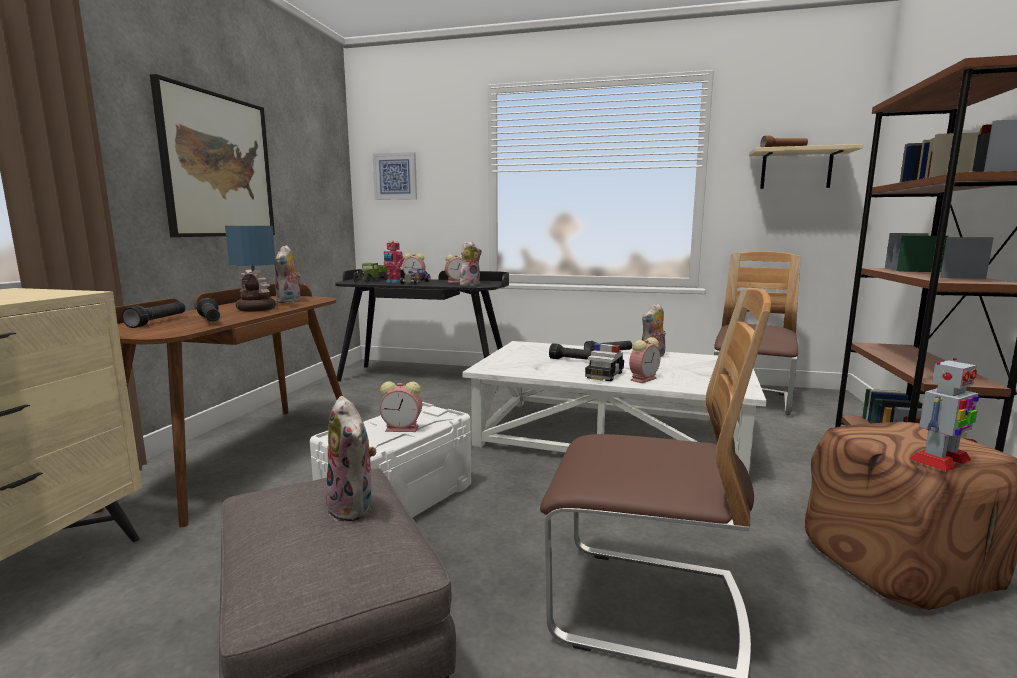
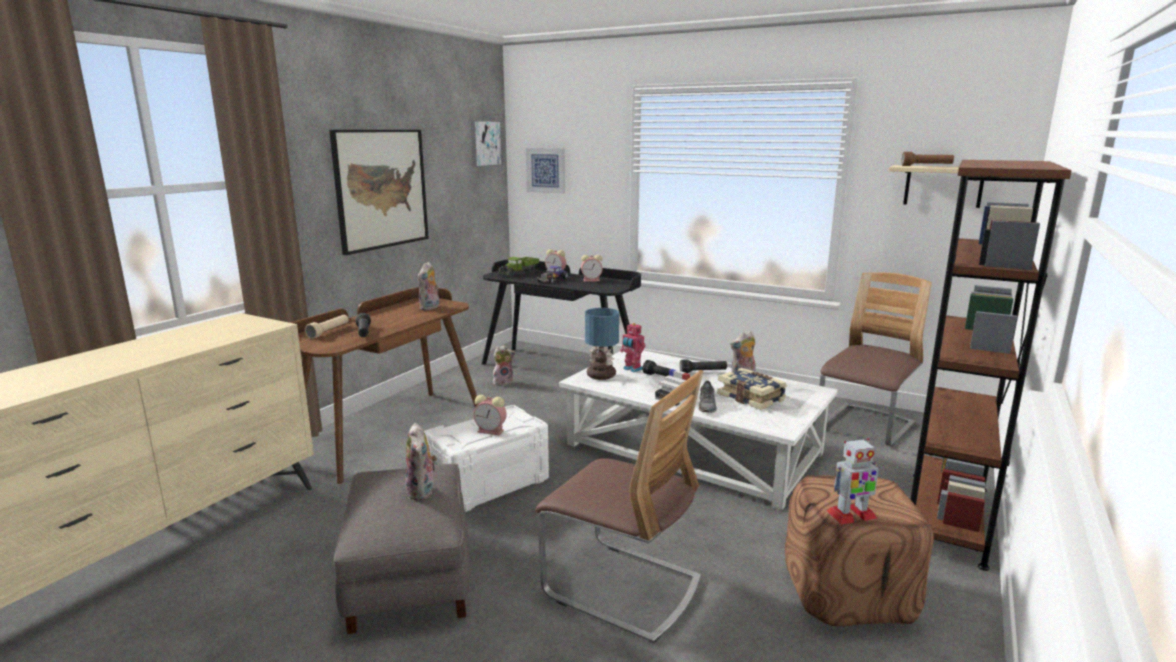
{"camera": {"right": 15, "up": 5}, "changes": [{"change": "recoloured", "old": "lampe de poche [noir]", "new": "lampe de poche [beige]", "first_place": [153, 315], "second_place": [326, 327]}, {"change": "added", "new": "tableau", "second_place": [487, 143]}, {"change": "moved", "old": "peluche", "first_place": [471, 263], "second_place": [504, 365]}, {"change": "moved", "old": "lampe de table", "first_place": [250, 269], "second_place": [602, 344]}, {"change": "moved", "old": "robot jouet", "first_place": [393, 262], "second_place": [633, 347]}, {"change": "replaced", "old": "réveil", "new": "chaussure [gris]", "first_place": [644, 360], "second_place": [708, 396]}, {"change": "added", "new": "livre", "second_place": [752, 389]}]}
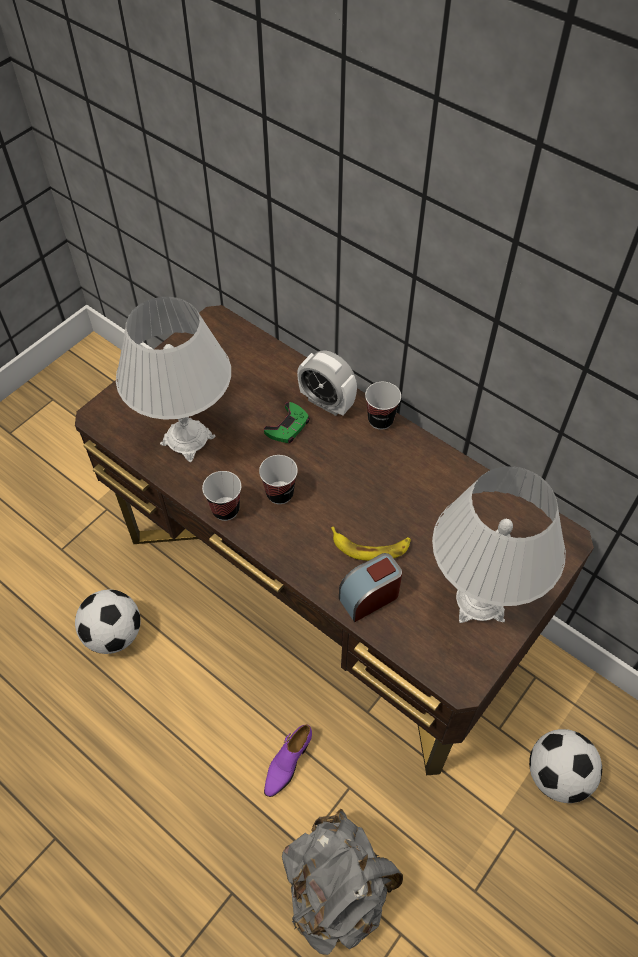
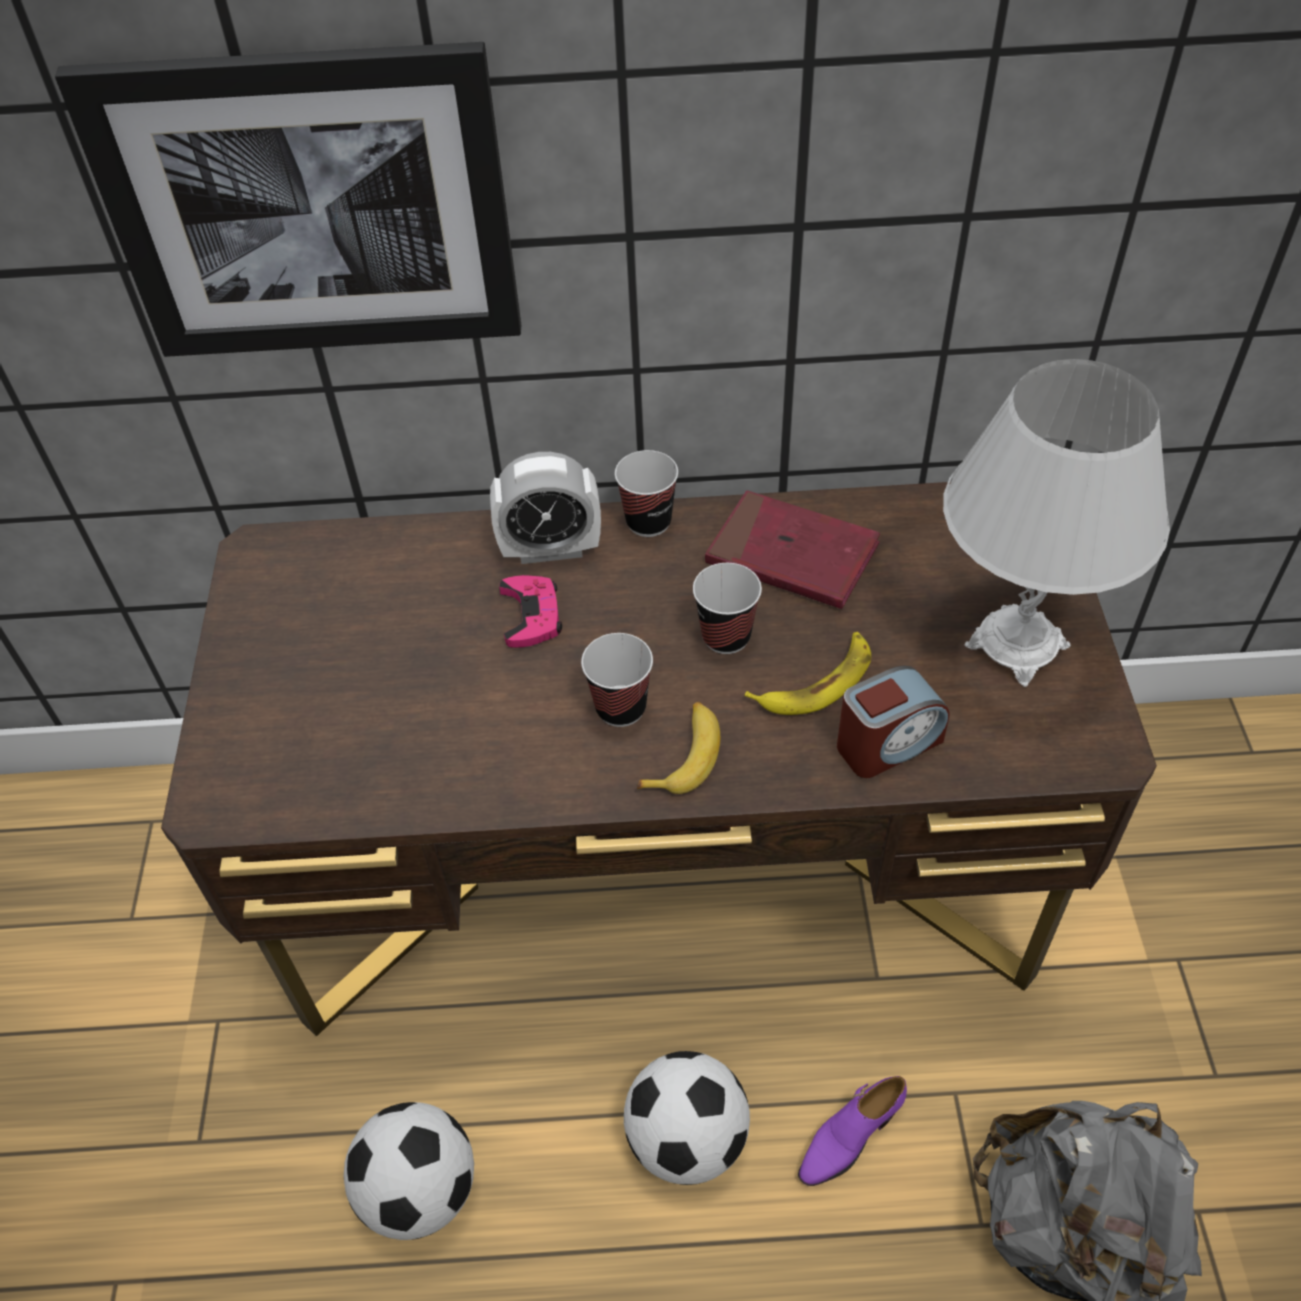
{"camera": {"right": -40, "up": -5}, "changes": [{"change": "added", "new": "tableau", "second_place": [288, 199]}, {"change": "recoloured", "old": "manette [vert]", "new": "manette [rose]", "first_place": [287, 422], "second_place": [530, 611]}, {"change": "moved", "old": "ballon de foot", "first_place": [565, 766], "second_place": [687, 1118]}, {"change": "added", "new": "banane", "second_place": [678, 748]}, {"change": "moved", "old": "tasse", "first_place": [221, 496], "second_place": [727, 608]}, {"change": "added", "new": "livre [rouge]", "second_place": [792, 549]}, {"change": "turned", "old": "chaussure [violet]", "first_place": [288, 760], "second_place": [852, 1131], "degrees": 60}, {"change": "turned", "old": "réveil", "first_place": [370, 587], "second_place": [893, 722], "degrees": -135}, {"change": "removed", "old": "lampe de table [blanc]", "first_place": [173, 380]}]}
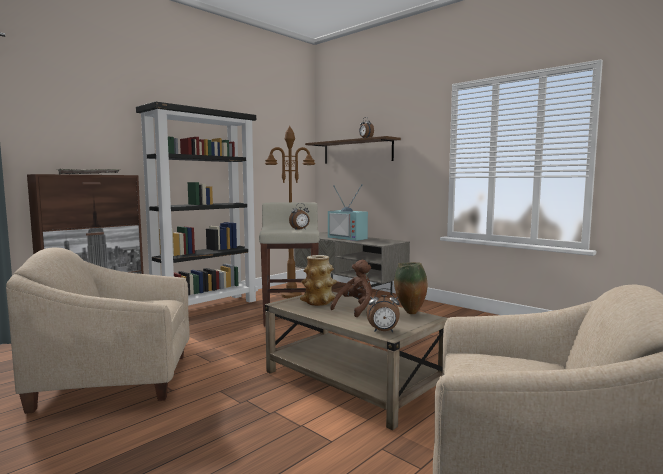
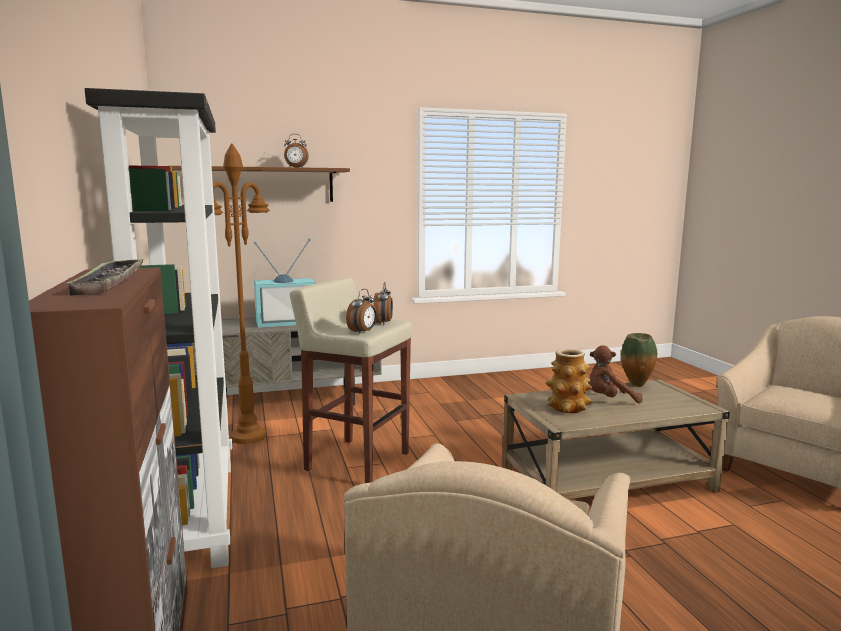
{"camera": {"right": -60, "up": 5}, "changes": [{"change": "moved", "old": "réveil", "first_place": [383, 310], "second_place": [361, 311]}, {"change": "turned", "old": "peluche [marron]", "first_place": [351, 288], "second_place": [615, 374], "degrees": -75}]}
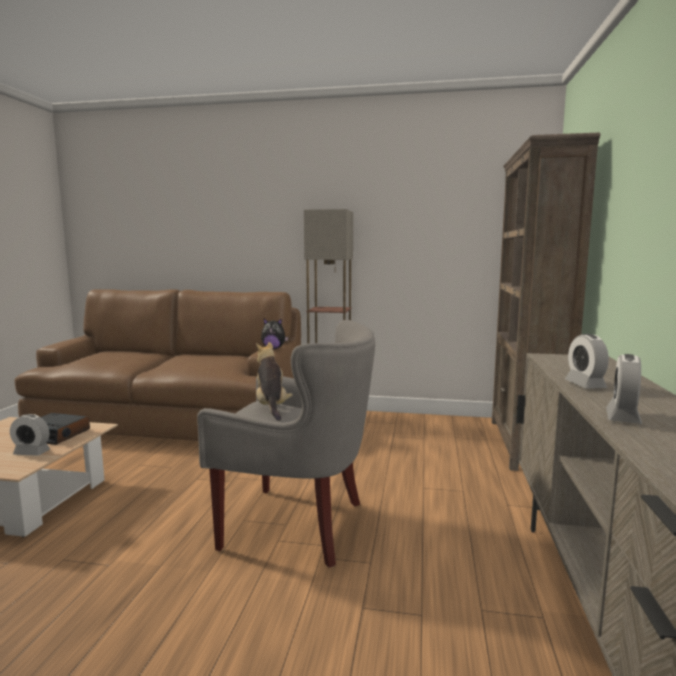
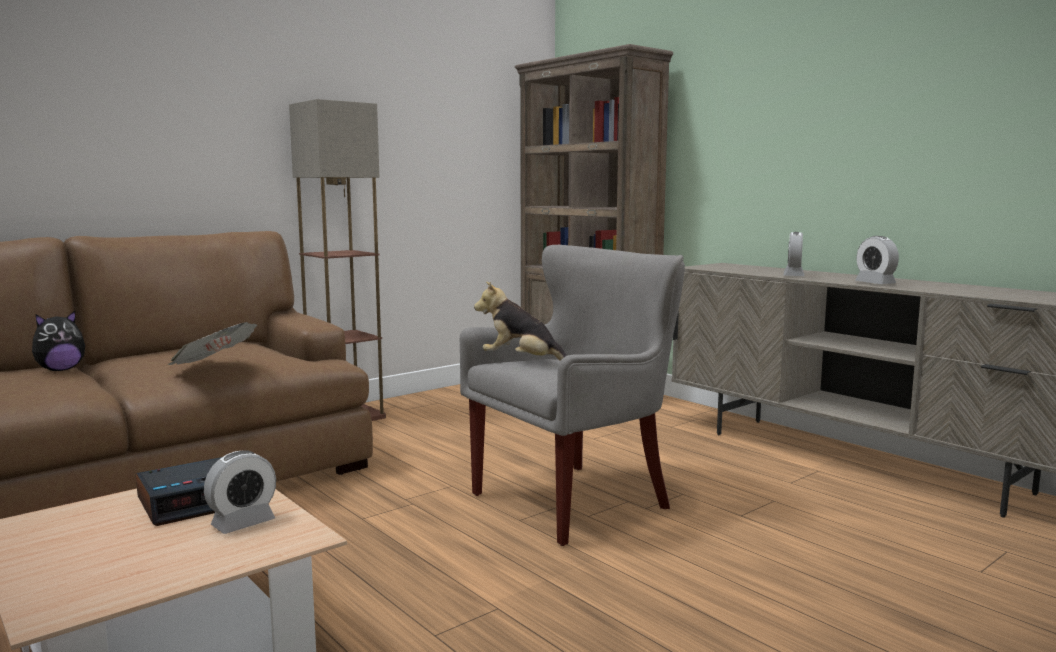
{"camera": {"right": -50, "up": 0}, "changes": [{"change": "moved", "old": "peluche", "first_place": [275, 333], "second_place": [58, 341]}, {"change": "added", "new": "journal", "second_place": [212, 343]}, {"change": "turned", "old": "réveil", "first_place": [587, 361], "second_place": [794, 254], "degrees": 75}]}
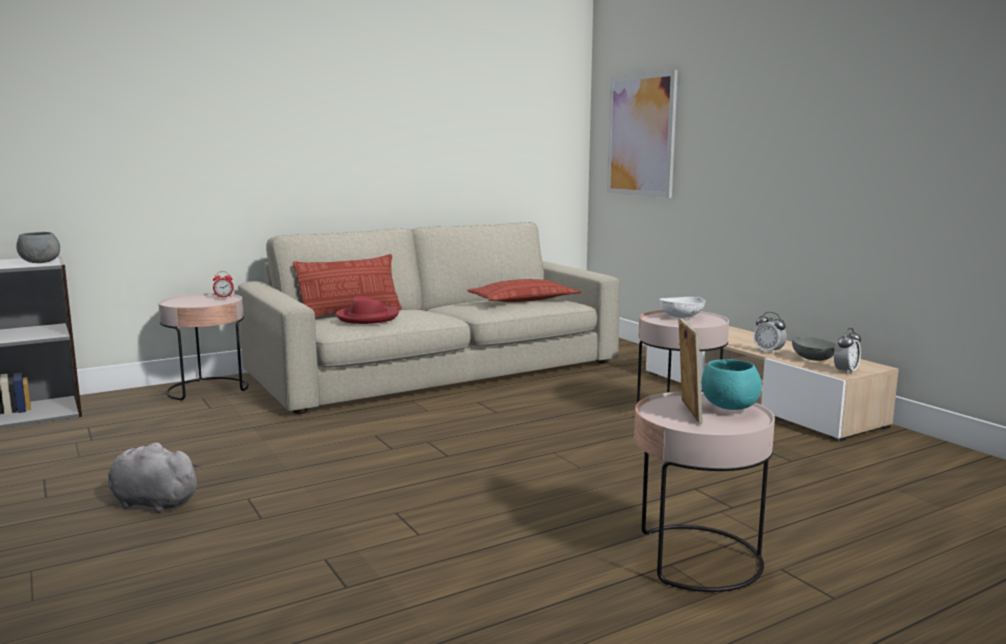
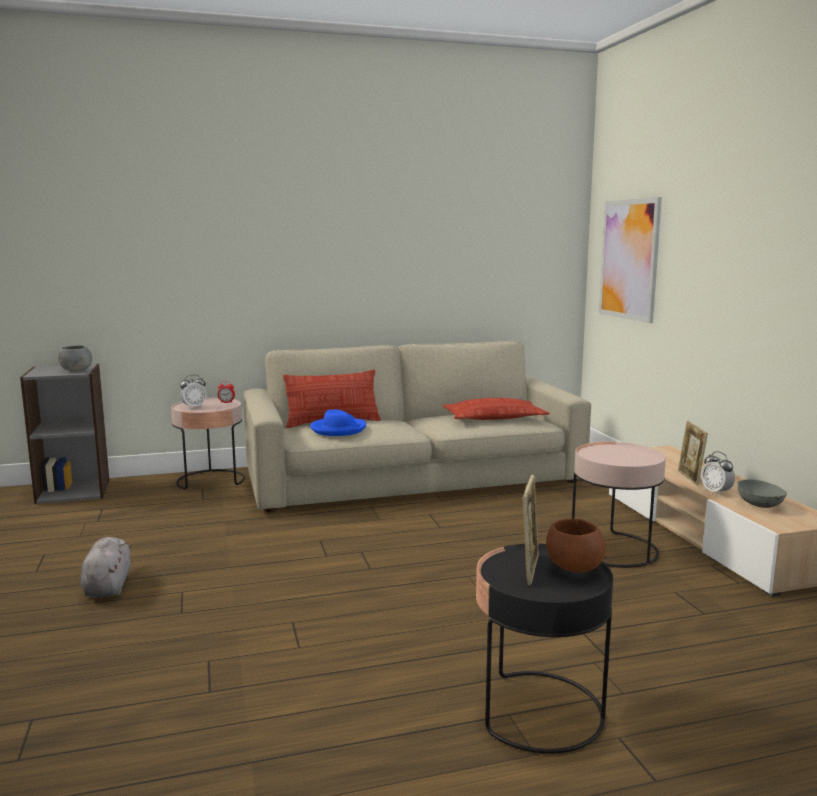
{"camera": {"right": 15, "up": 0}, "changes": [{"change": "turned", "old": "peluche [gris]", "first_place": [154, 478], "second_place": [105, 567], "degrees": 45}, {"change": "moved", "old": "réveil", "first_place": [847, 351], "second_place": [193, 392]}, {"change": "recoloured", "old": "chapeau [rouge]", "new": "chapeau [bleu]", "first_place": [367, 310], "second_place": [338, 422]}, {"change": "recoloured", "old": "table d'appoint [rose]", "new": "table d'appoint [noir]", "first_place": [704, 492], "second_place": [544, 649]}, {"change": "recoloured", "old": "bol [turquoise]", "new": "bol [marron]", "first_place": [732, 384], "second_place": [576, 546]}, {"change": "added", "new": "cadre photo", "second_place": [693, 453]}, {"change": "removed", "old": "bol [blanc]", "first_place": [682, 307]}]}
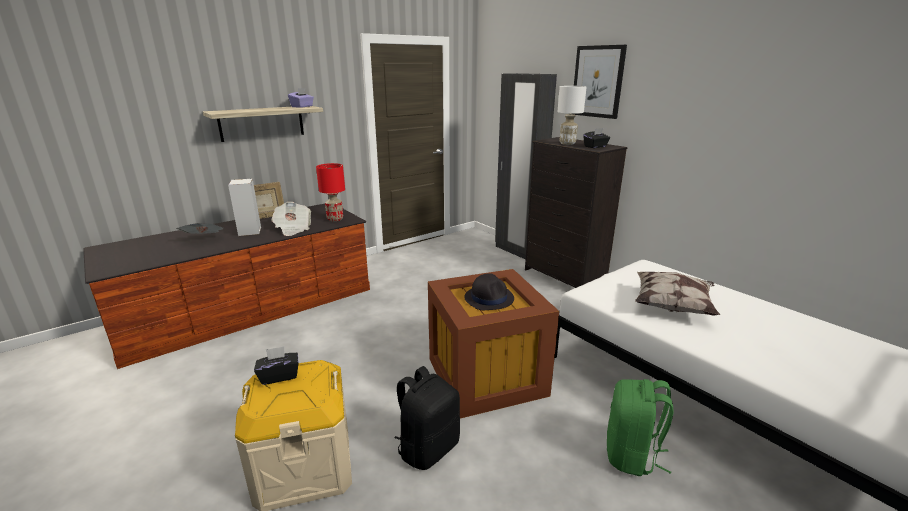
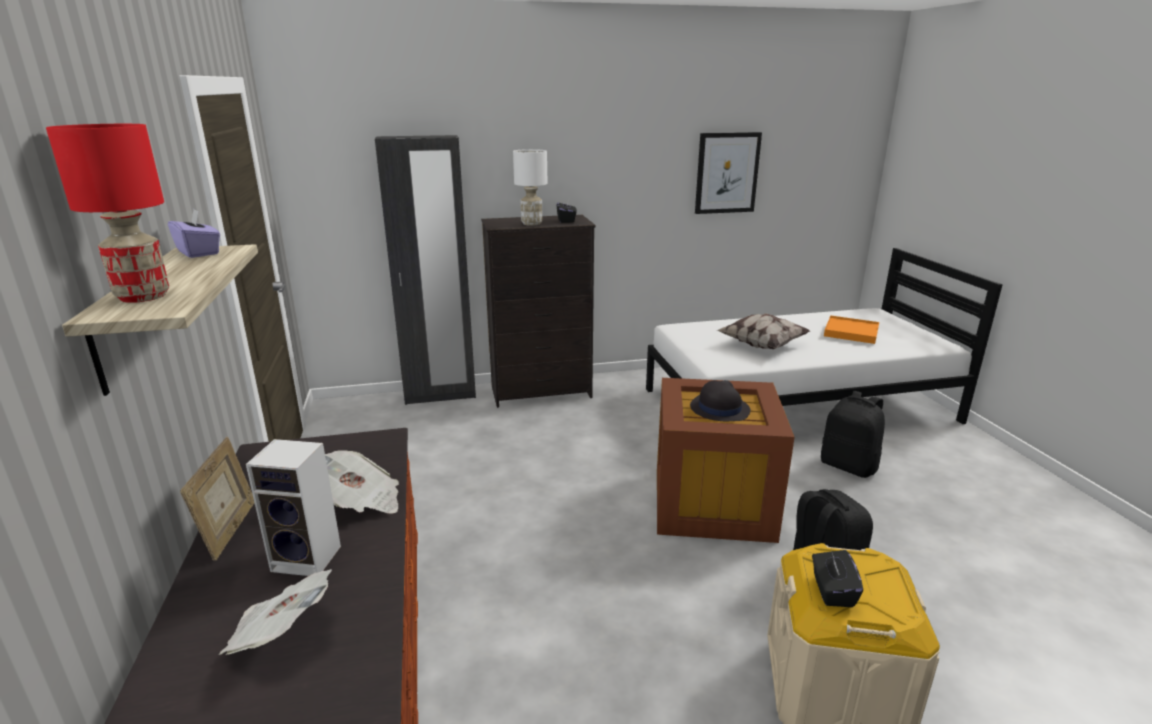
{"camera": {"right": -65, "up": 0}, "changes": [{"change": "moved", "old": "lampe de table [rouge]", "first_place": [330, 192], "second_place": [107, 213]}, {"change": "moved", "old": "tableau", "first_place": [600, 82], "second_place": [728, 173]}, {"change": "recoloured", "old": "sac à dos [vert]", "new": "sac à dos [noir]", "first_place": [640, 427], "second_place": [853, 434]}, {"change": "added", "new": "plateau [orange]", "second_place": [851, 330]}]}
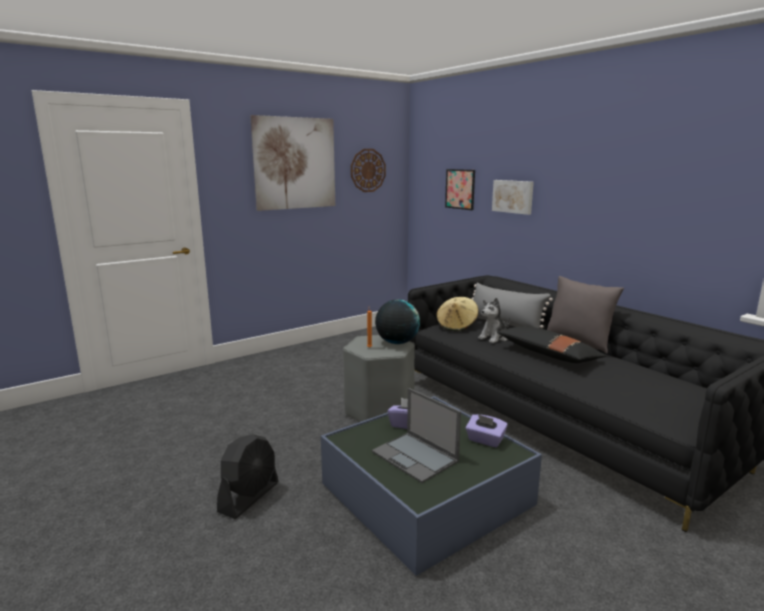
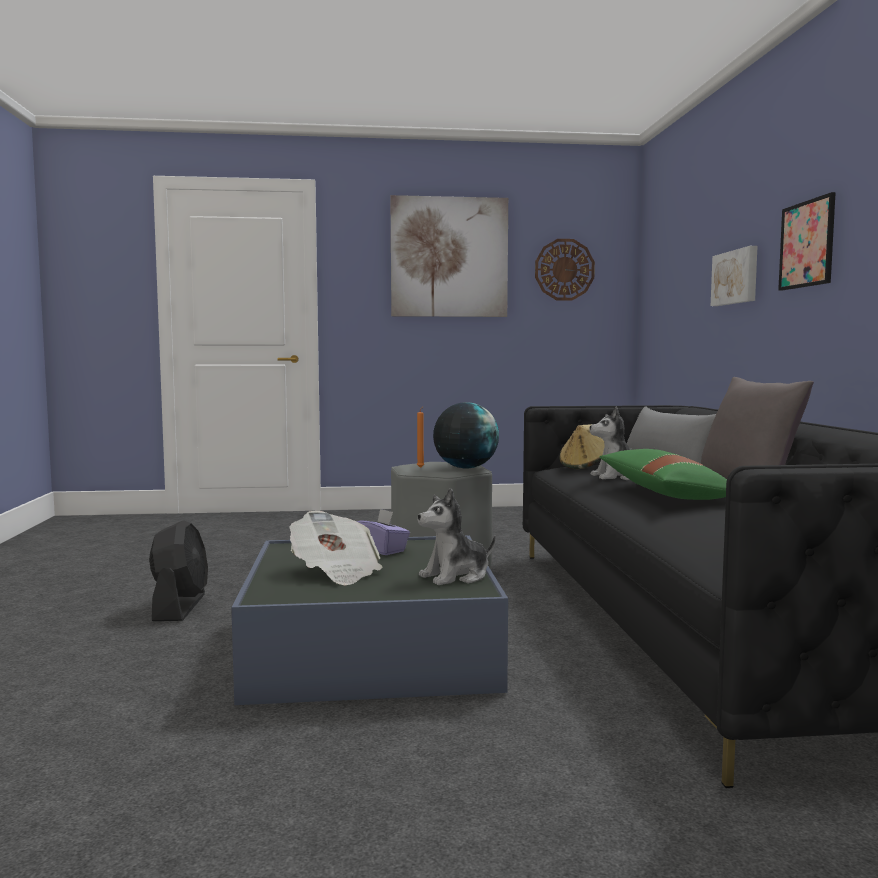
{"camera": {"right": 30, "up": -10}, "changes": [{"change": "turned", "old": "ventilateur [noir]", "first_place": [248, 476], "second_place": [178, 570], "degrees": -60}, {"change": "replaced", "old": "ordinateur portable", "new": "journal", "first_place": [416, 435], "second_place": [336, 548]}, {"change": "replaced", "old": "boîte à mouchoirs [violet]", "new": "peluche", "first_place": [487, 430], "second_place": [456, 536]}, {"change": "recoloured", "old": "coussin [noir]", "new": "coussin [vert]", "first_place": [552, 344], "second_place": [663, 474]}, {"change": "moved", "old": "tableau", "first_place": [460, 189], "second_place": [807, 241]}]}
